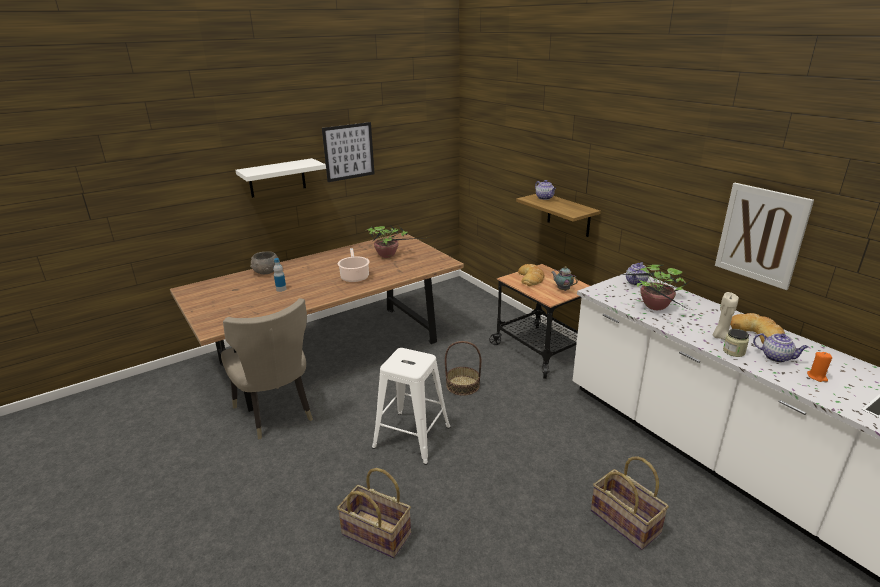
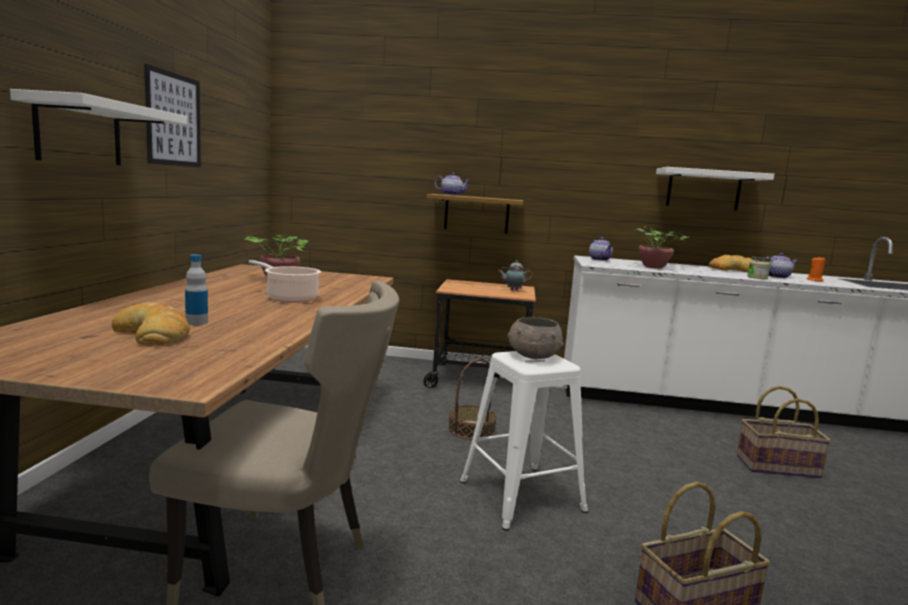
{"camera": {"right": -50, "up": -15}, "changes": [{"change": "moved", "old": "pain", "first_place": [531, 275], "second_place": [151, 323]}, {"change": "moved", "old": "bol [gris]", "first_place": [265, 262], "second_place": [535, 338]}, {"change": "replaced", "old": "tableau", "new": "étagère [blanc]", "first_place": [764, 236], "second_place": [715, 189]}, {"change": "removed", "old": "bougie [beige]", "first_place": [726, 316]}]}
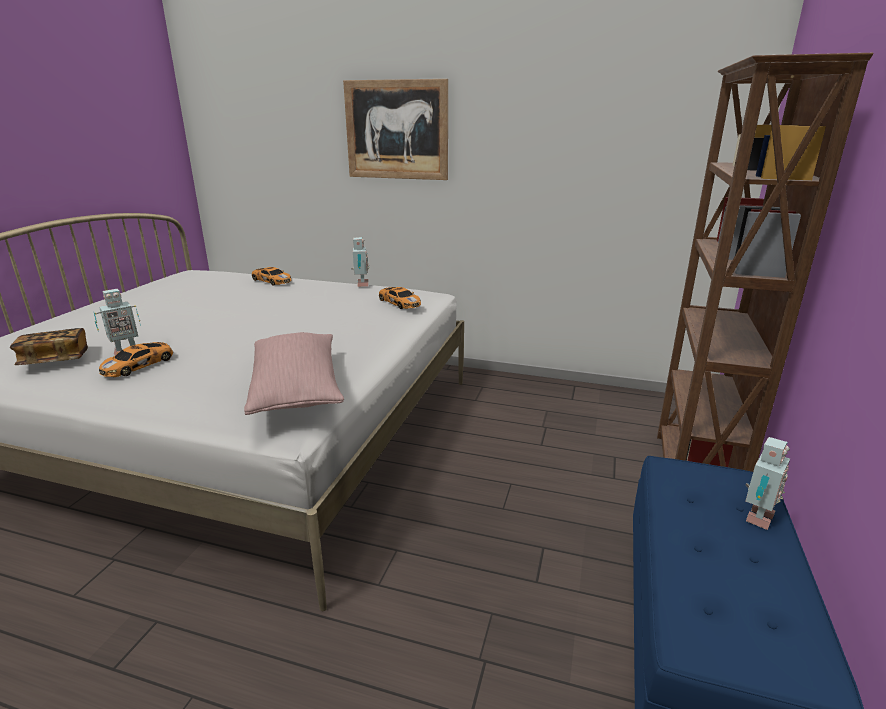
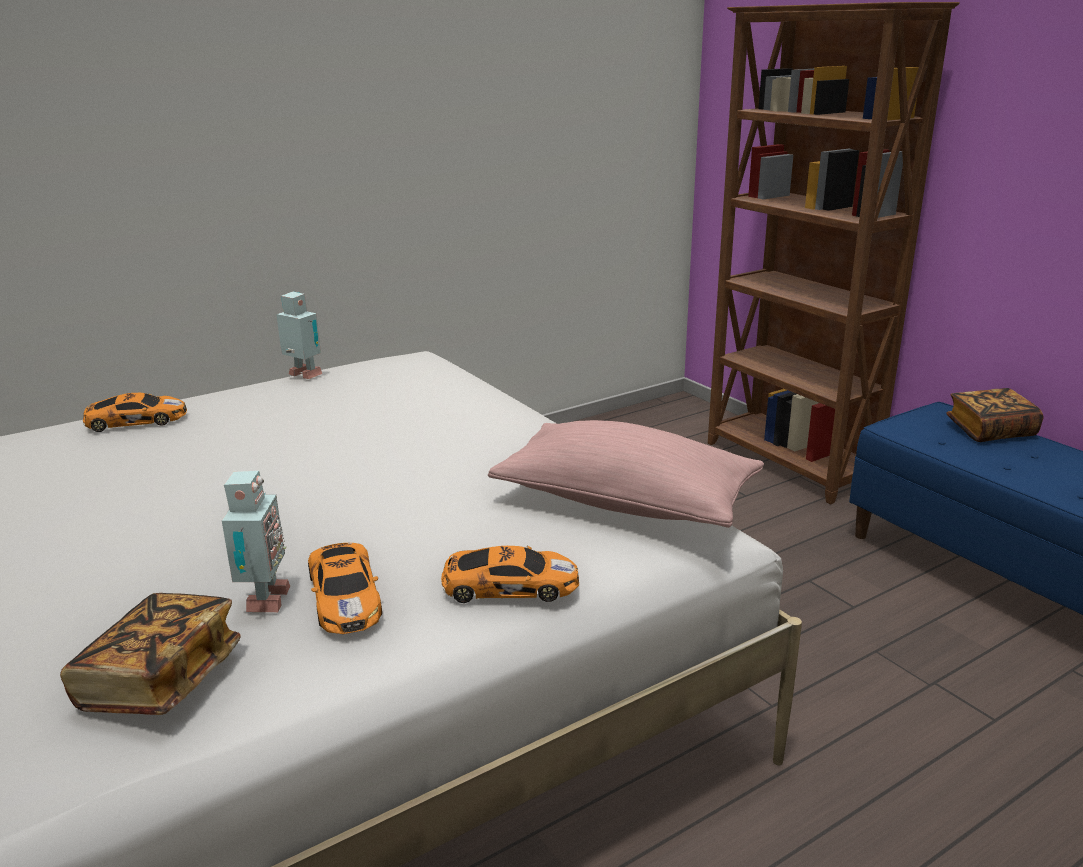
{"camera": {"right": -50, "up": 0}, "changes": [{"change": "moved", "old": "petite voiture", "first_place": [400, 298], "second_place": [510, 574]}, {"change": "replaced", "old": "robot jouet", "new": "livre", "first_place": [767, 483], "second_place": [994, 415]}, {"change": "removed", "old": "tableau", "first_place": [395, 129]}]}
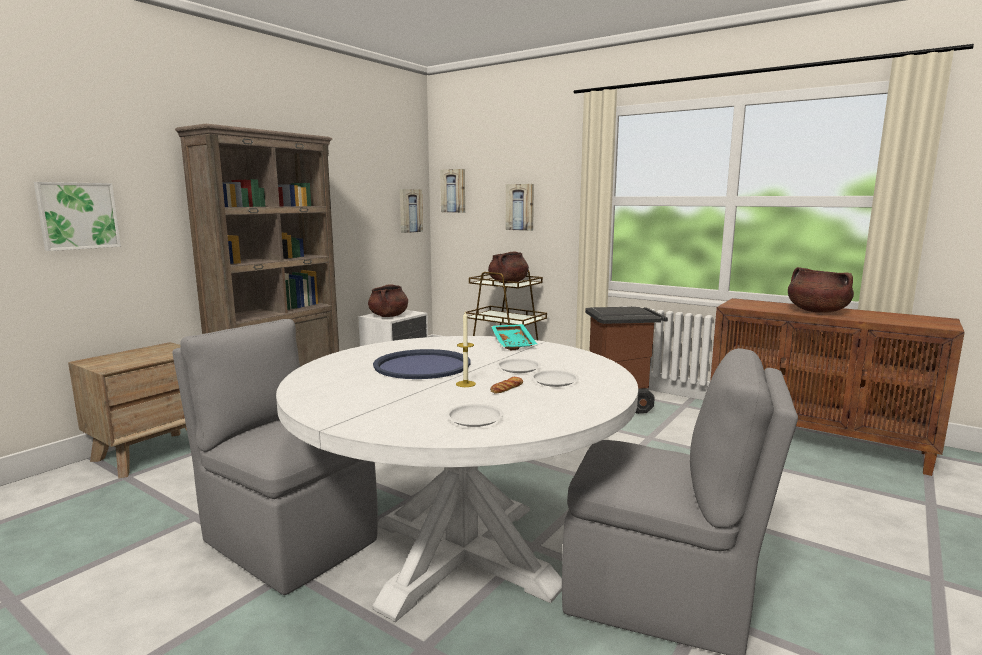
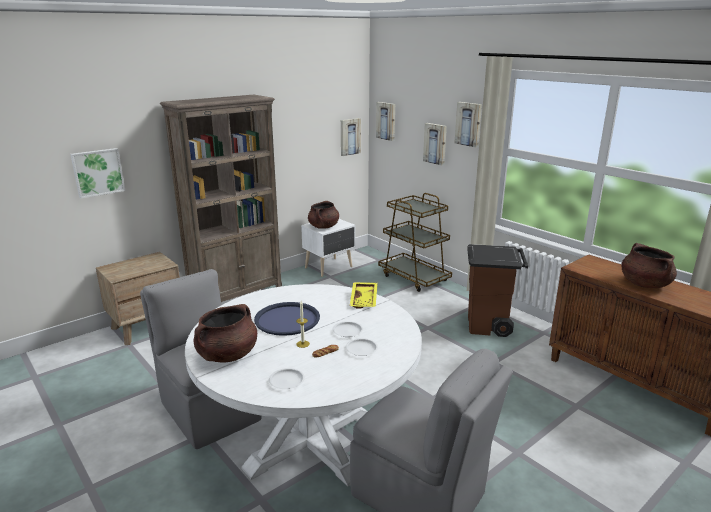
{"camera": {"right": 15, "up": 10}, "changes": [{"change": "moved", "old": "marmite [marron]", "first_place": [508, 267], "second_place": [225, 333]}, {"change": "recoloured", "old": "plateau [turquoise]", "new": "plateau [jaune]", "first_place": [514, 337], "second_place": [364, 295]}, {"change": "added", "new": "tableau", "second_place": [468, 124]}]}
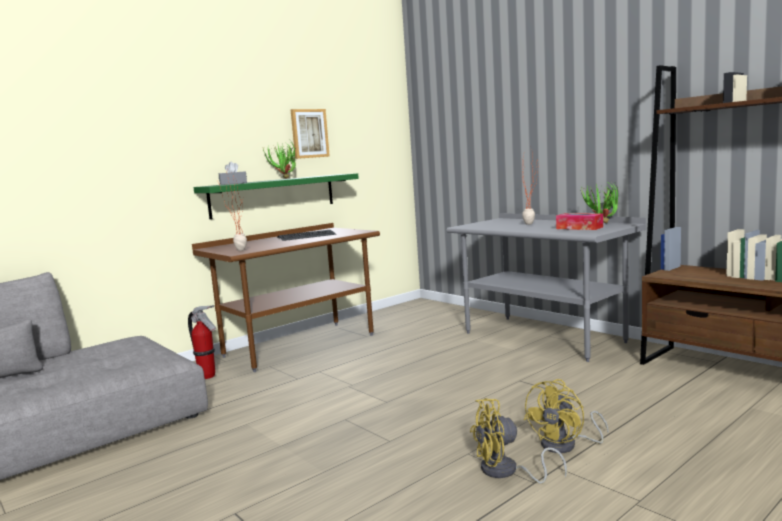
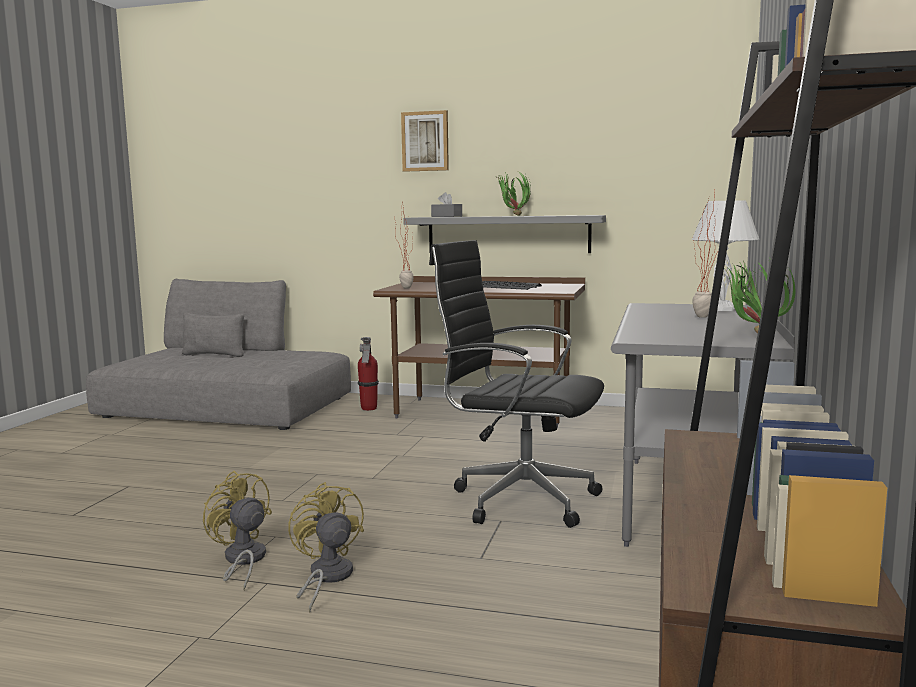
{"camera": {"right": 55, "up": 0}, "changes": [{"change": "turned", "old": "ventilateur [jaune]", "first_place": [566, 416], "second_place": [326, 547], "degrees": 60}, {"change": "moved", "old": "tableau", "first_place": [310, 134], "second_place": [425, 141]}, {"change": "recoloured", "old": "étagère [vert]", "new": "étagère [gris]", "first_place": [276, 196], "second_place": [504, 234]}, {"change": "added", "new": "chaise de bureau [noir]", "second_place": [516, 384]}, {"change": "added", "new": "lampe de table [blanc]", "second_place": [725, 255]}, {"change": "removed", "old": "boîte à mouchoirs", "first_place": [579, 221]}]}
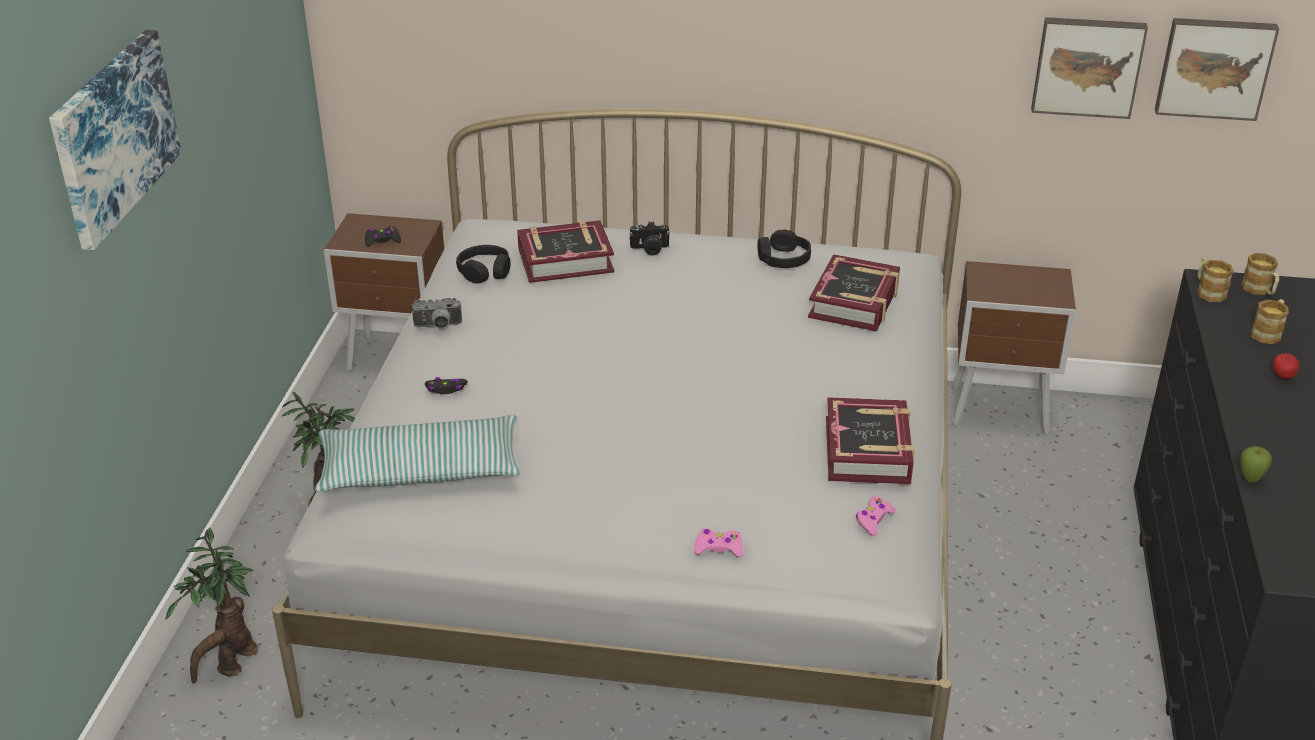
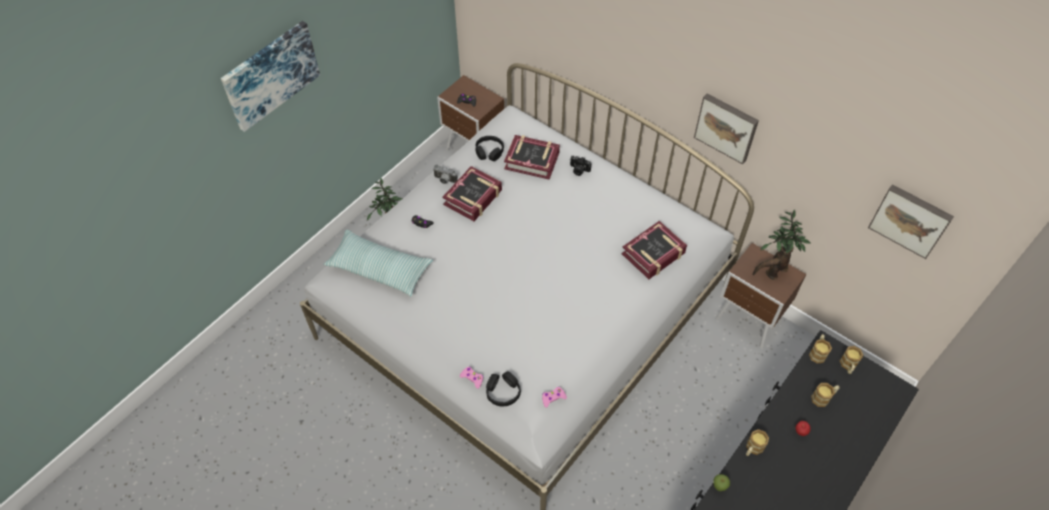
{"camera": {"right": 30, "up": 20}, "changes": [{"change": "moved", "old": "livre", "first_place": [870, 440], "second_place": [472, 193]}, {"change": "moved", "old": "casque audio [noir]", "first_place": [784, 249], "second_place": [503, 388]}, {"change": "moved", "old": "tableau", "first_place": [1089, 68], "second_place": [726, 128]}, {"change": "added", "new": "mug", "second_place": [757, 442]}, {"change": "moved", "old": "plante en pot", "first_place": [212, 605], "second_place": [782, 245]}]}
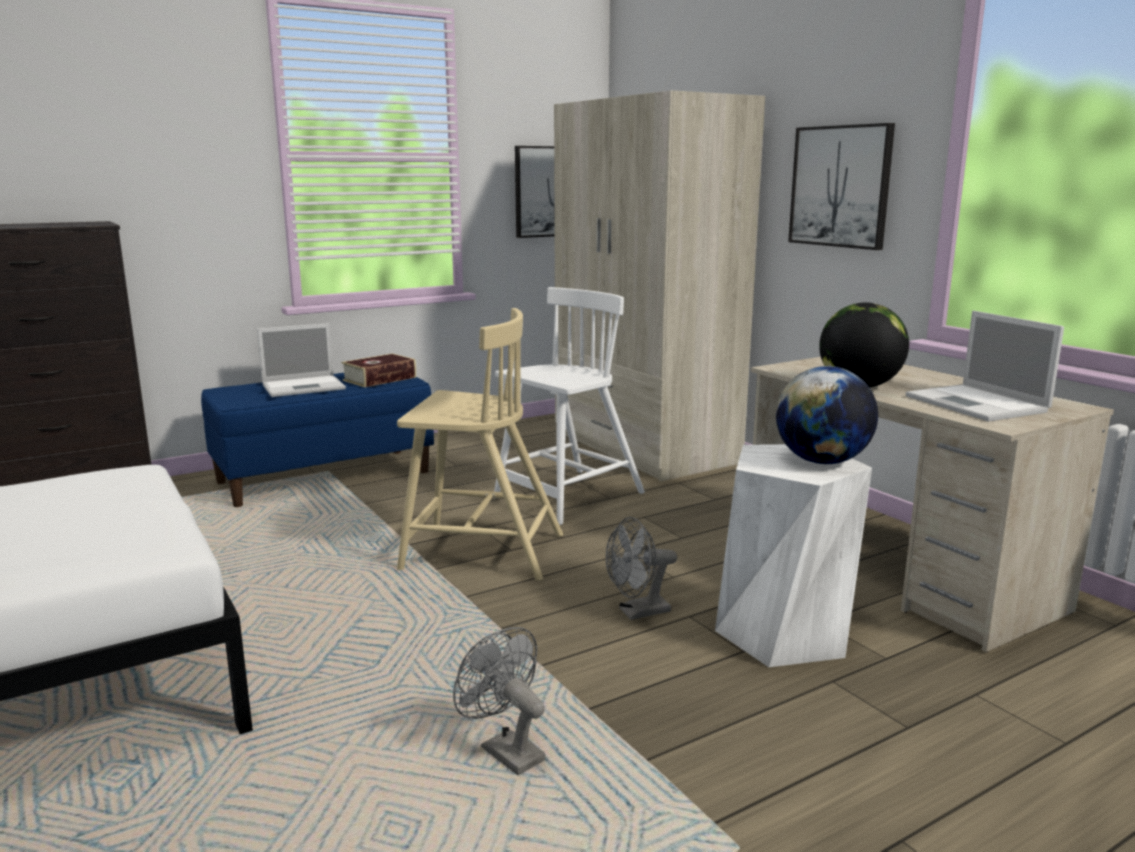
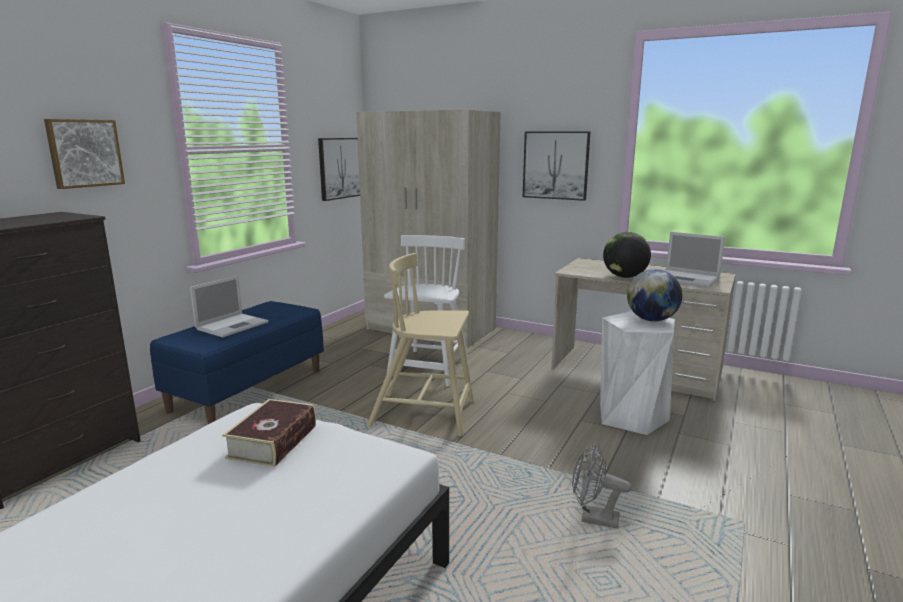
{"camera": {"right": -30, "up": 0}, "changes": [{"change": "added", "new": "tableau", "second_place": [84, 154]}, {"change": "moved", "old": "livre", "first_place": [378, 370], "second_place": [269, 433]}, {"change": "turned", "old": "chaise [beige]", "first_place": [480, 444], "second_place": [420, 344], "degrees": -150}, {"change": "removed", "old": "ventilateur [gris]", "first_place": [641, 568]}]}
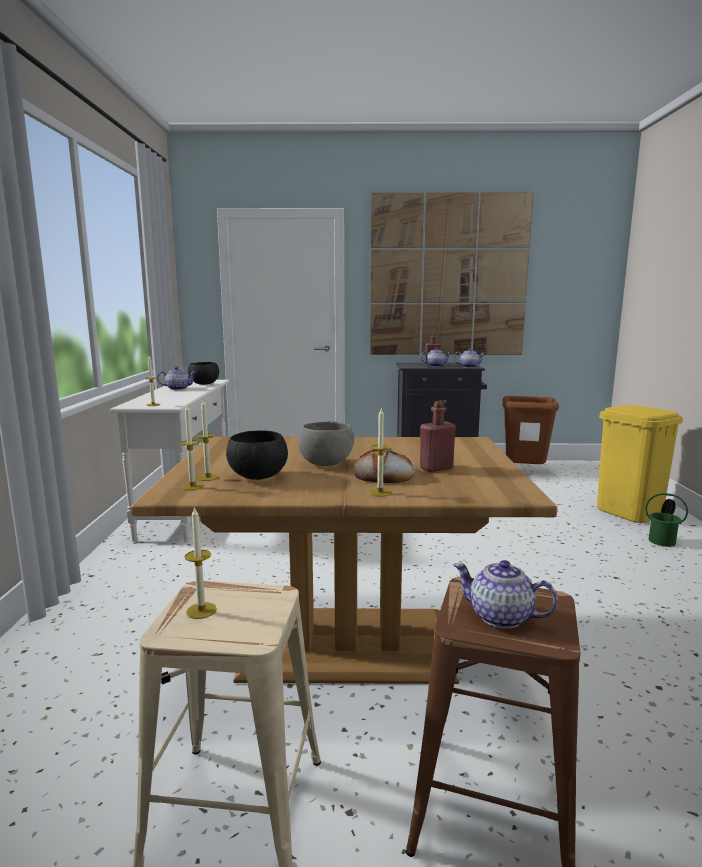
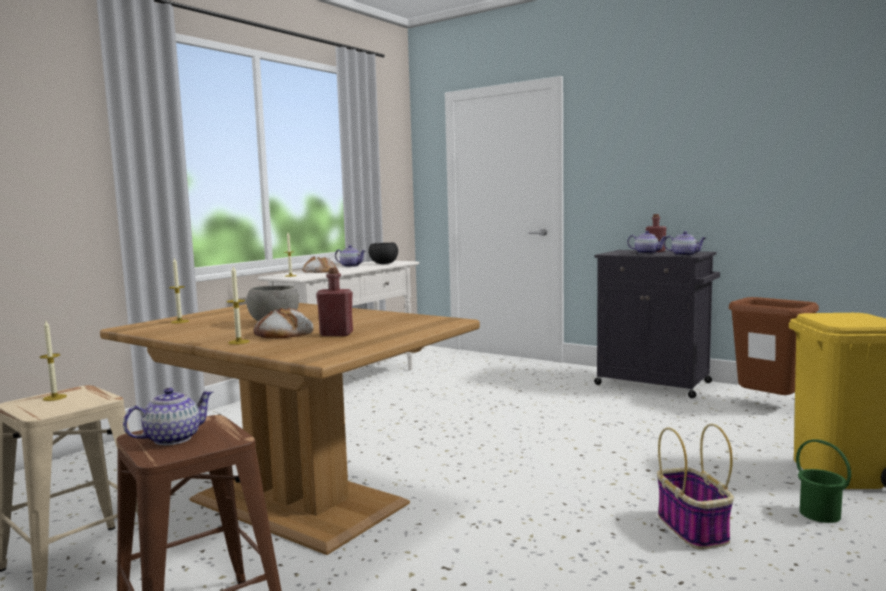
{"camera": {"right": 35, "up": -5}, "changes": [{"change": "turned", "old": "théière", "first_place": [505, 594], "second_place": [168, 416], "degrees": 75}, {"change": "added", "new": "pain", "second_place": [319, 264]}, {"change": "added", "new": "panier", "second_place": [695, 487]}, {"change": "removed", "old": "bougie", "first_place": [192, 447]}, {"change": "removed", "old": "bol [noir]", "first_place": [257, 455]}, {"change": "removed", "old": "tableau", "first_place": [451, 273]}]}
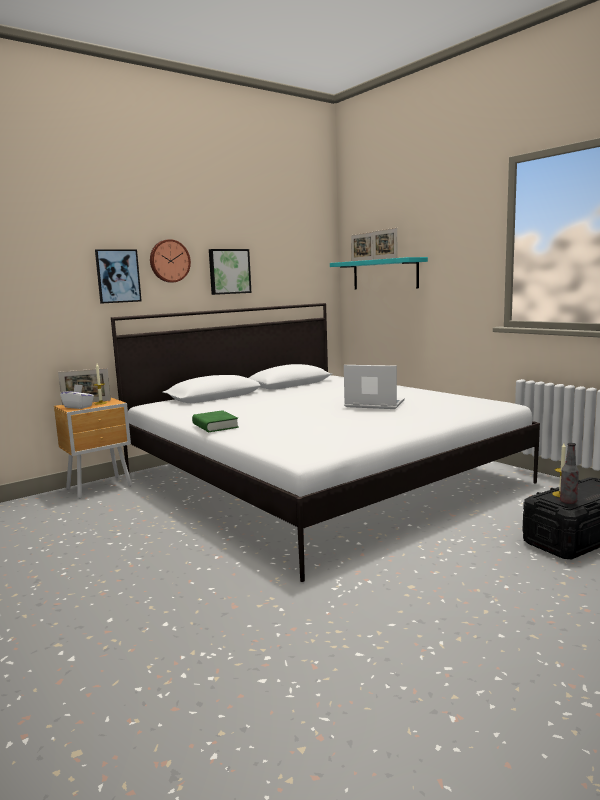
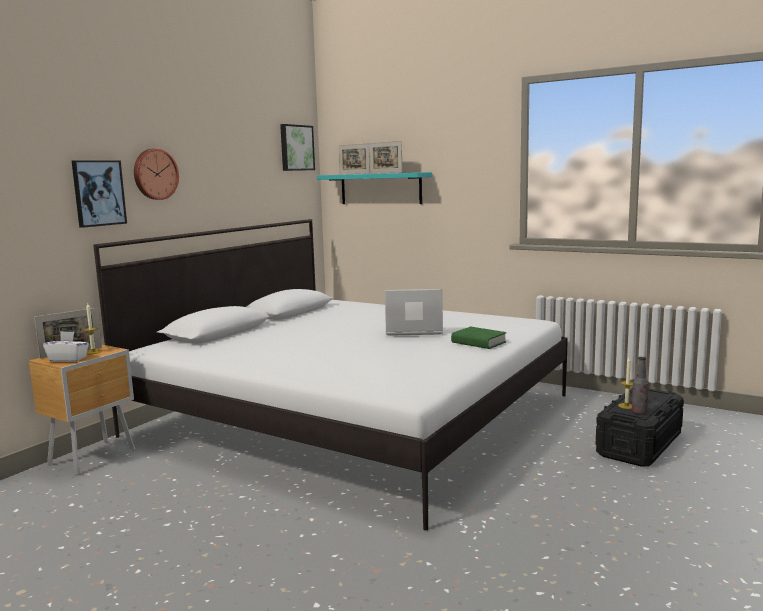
{"camera": {"right": -20, "up": 0}, "changes": [{"change": "moved", "old": "tableau", "first_place": [230, 272], "second_place": [297, 147]}, {"change": "moved", "old": "livre [vert]", "first_place": [215, 421], "second_place": [479, 338]}]}
